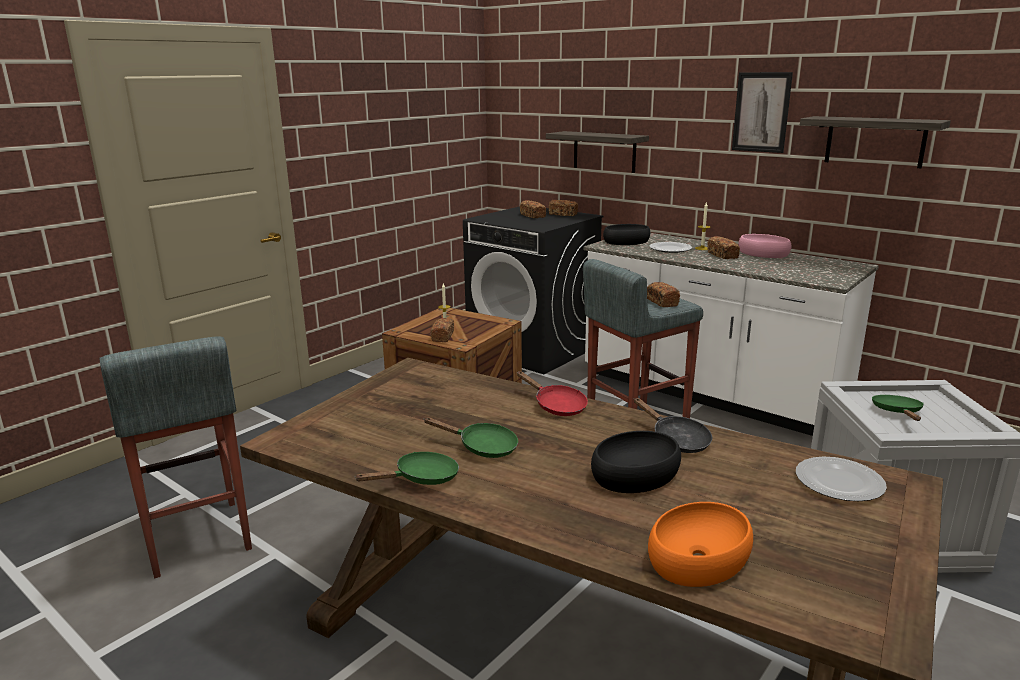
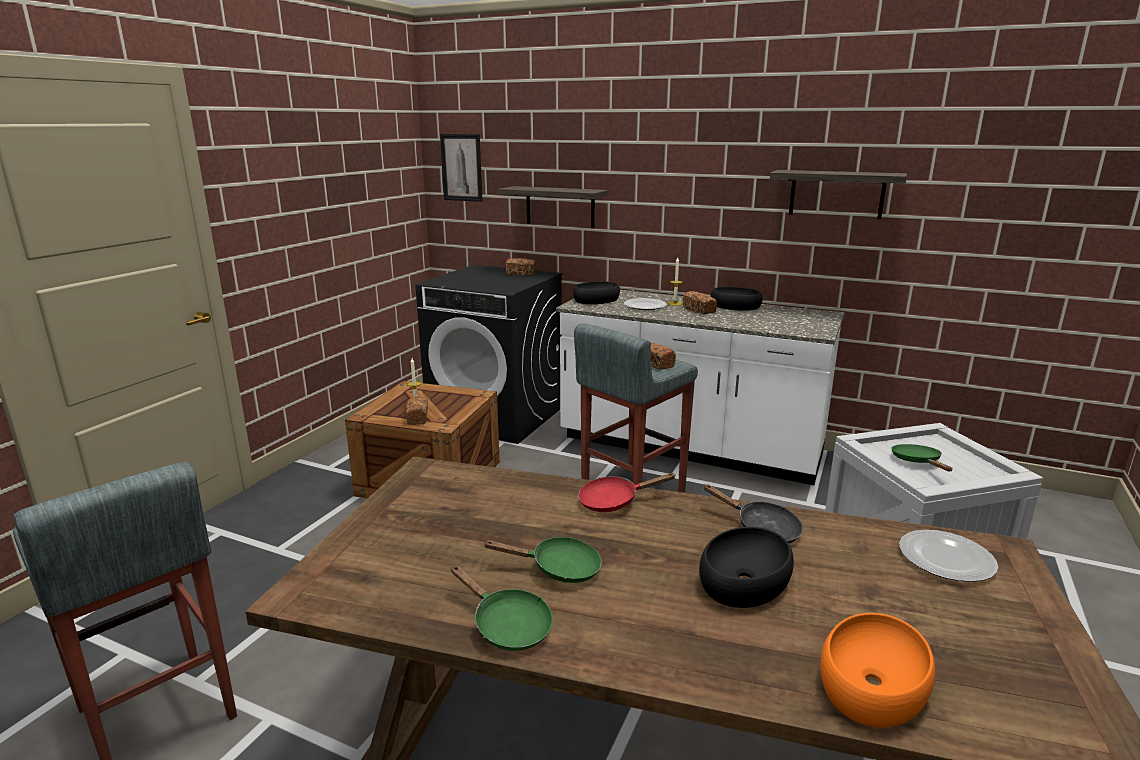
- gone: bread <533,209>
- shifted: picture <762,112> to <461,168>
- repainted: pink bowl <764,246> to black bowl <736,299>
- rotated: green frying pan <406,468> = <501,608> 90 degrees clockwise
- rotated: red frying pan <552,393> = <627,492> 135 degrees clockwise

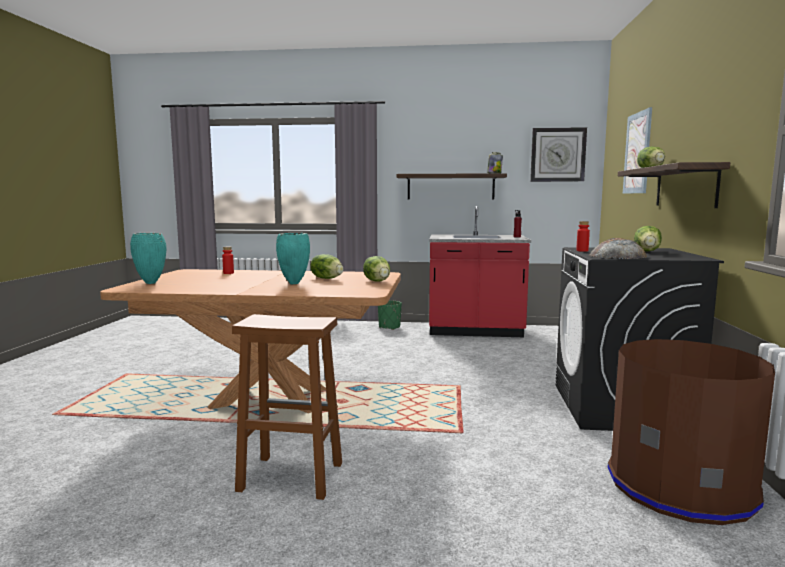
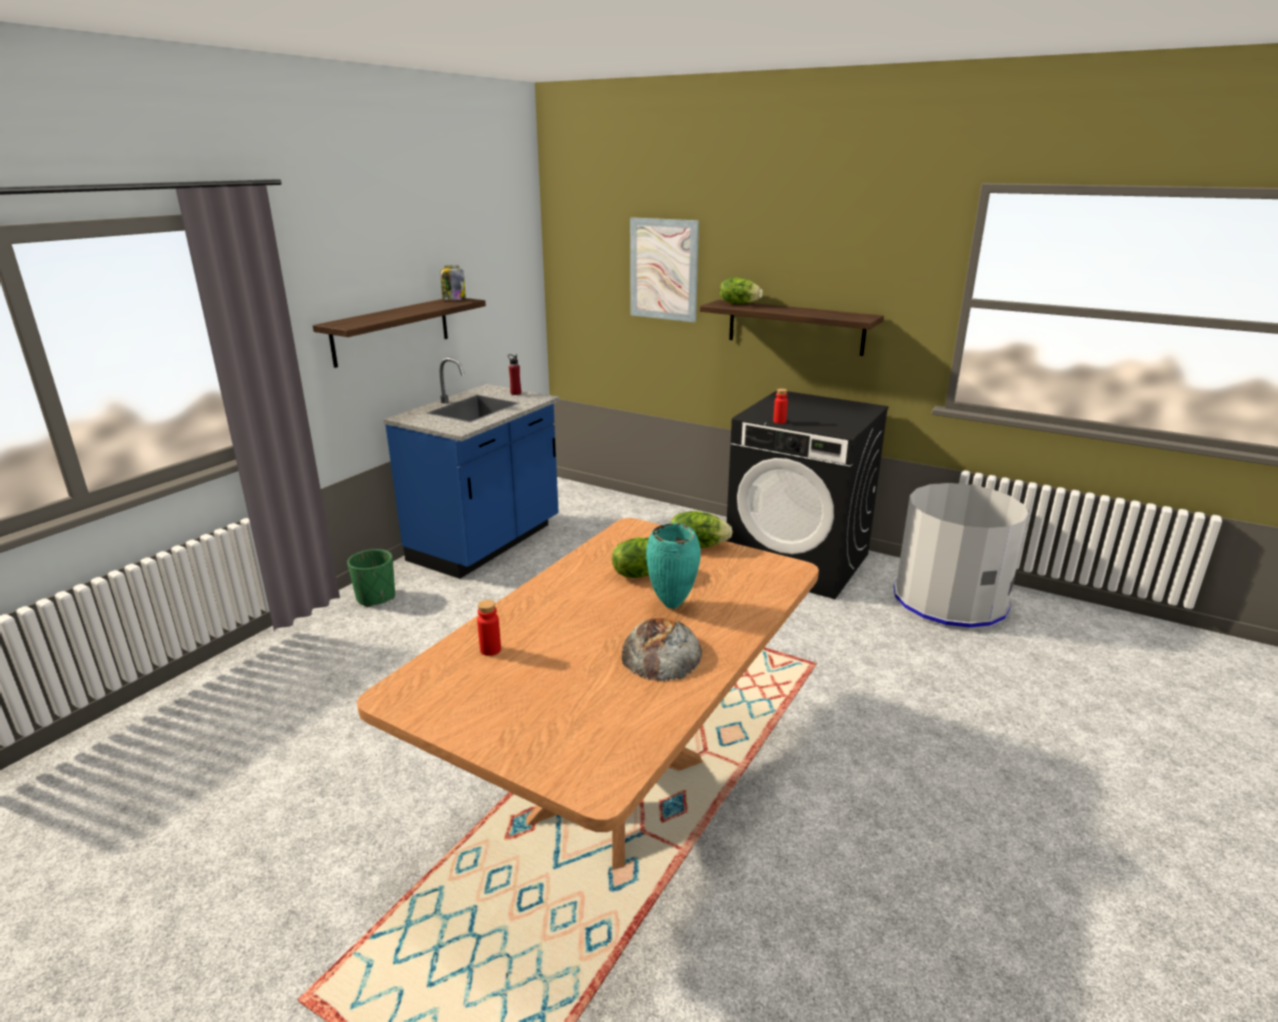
- gone: turquoise vase <148,258>
- gone: brown stool <287,407>
- gone: wall clock <558,154>
- gone: lettuce <648,239>
- shifted: bread <618,248> to <662,650>
- repainted: red counter <480,271> to blue counter <471,468>
- repainted: brown trash can <691,432> to grey trash can <961,556>

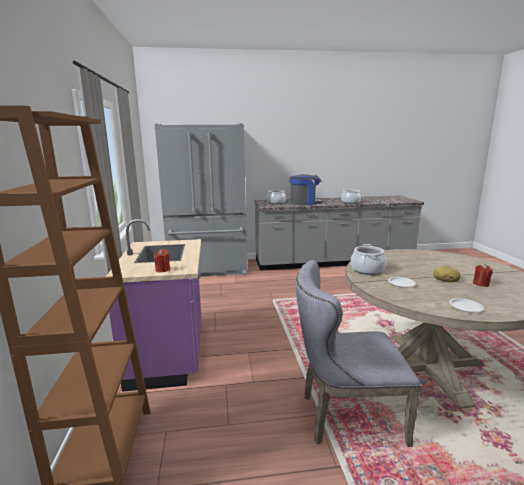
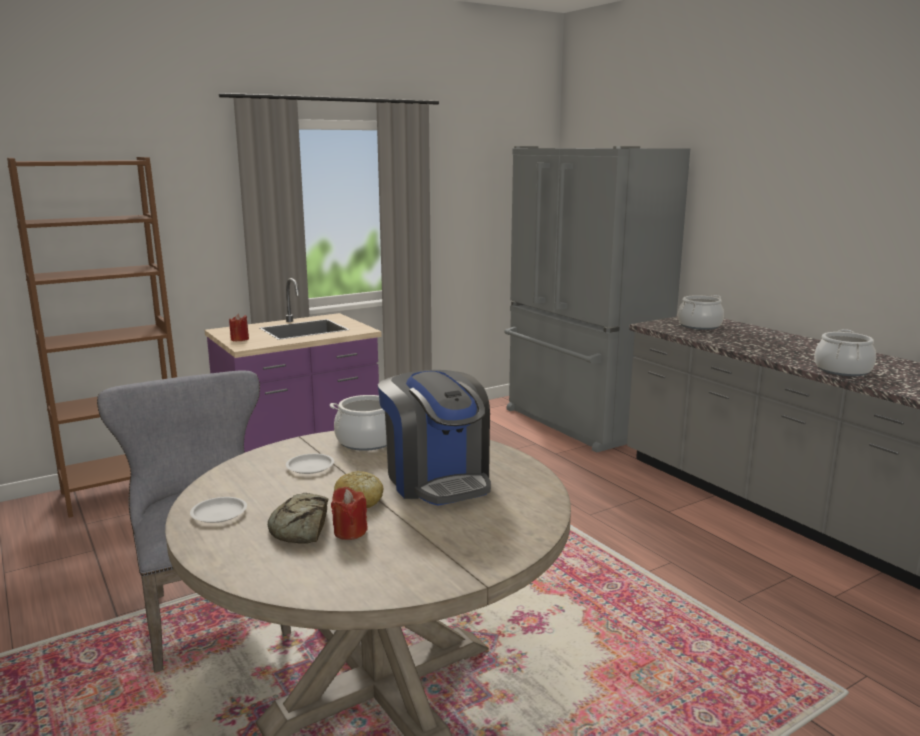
- new: bread <298,518>
- shifted: coffee machine <306,189> to <434,438>

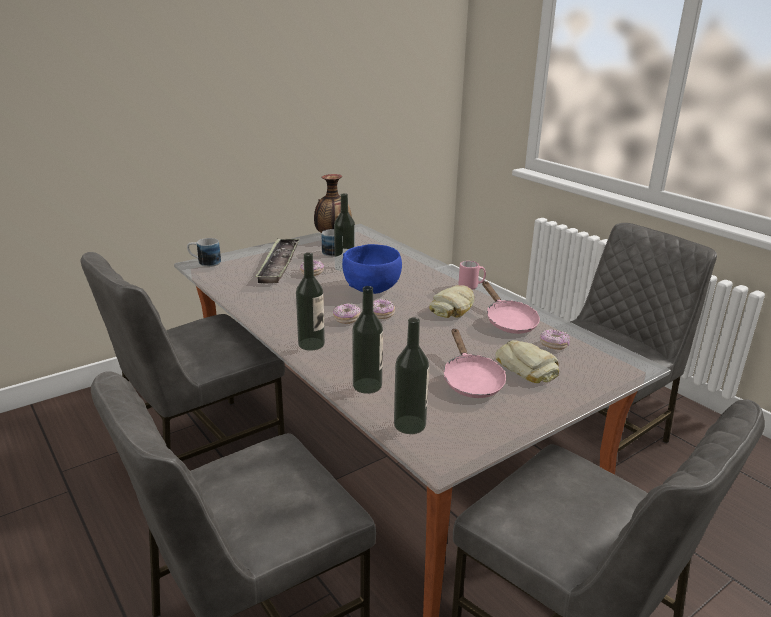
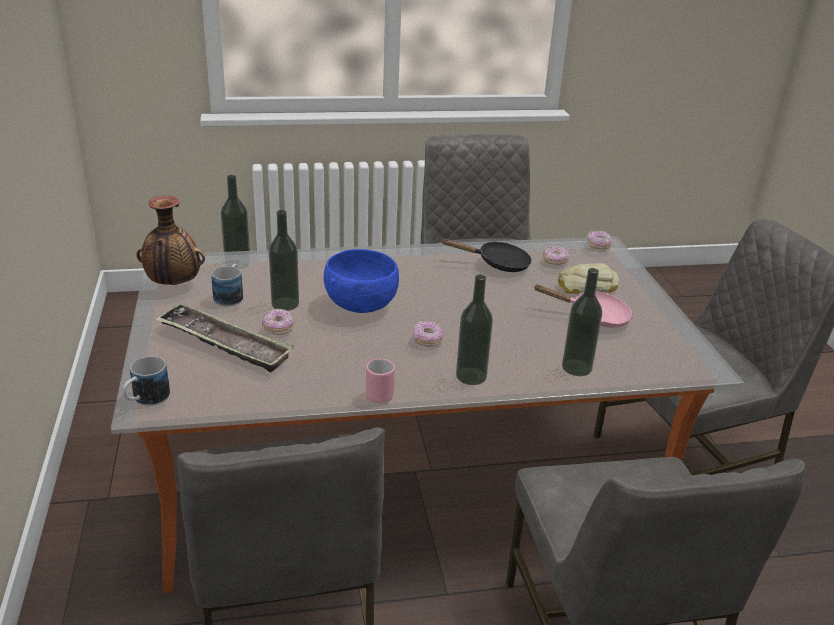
- gone: bread <451,301>
- shifted: donut <384,309> to <600,240>
- shifted: bottle <411,375> to <236,222>
- shifted: pink mug <472,275> to <380,381>
- repainted: pink frying pan <511,307> to black frying pan <486,255>

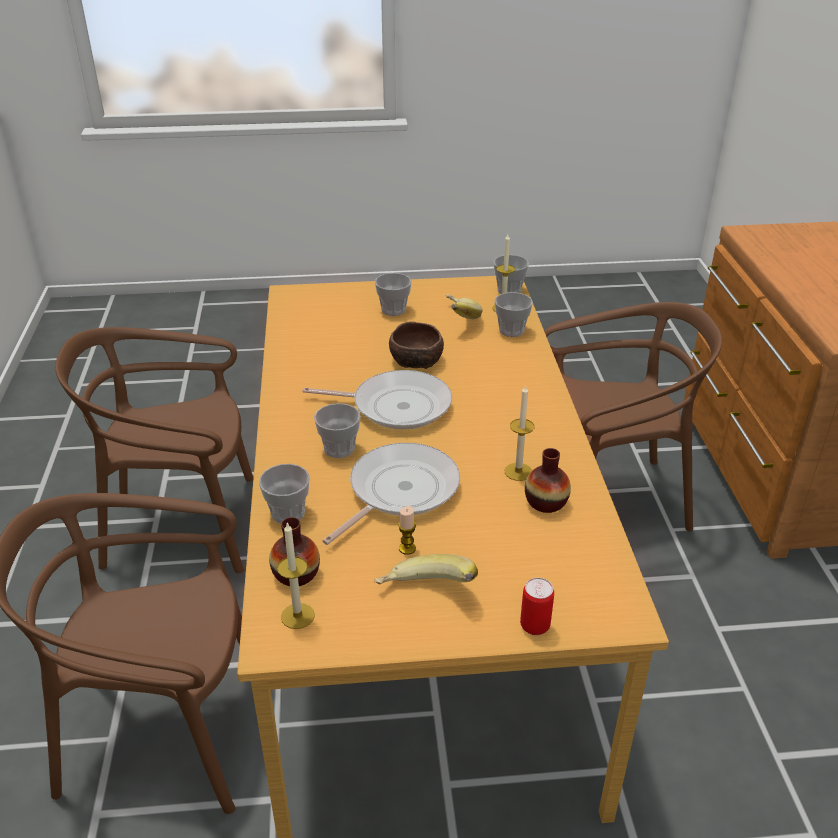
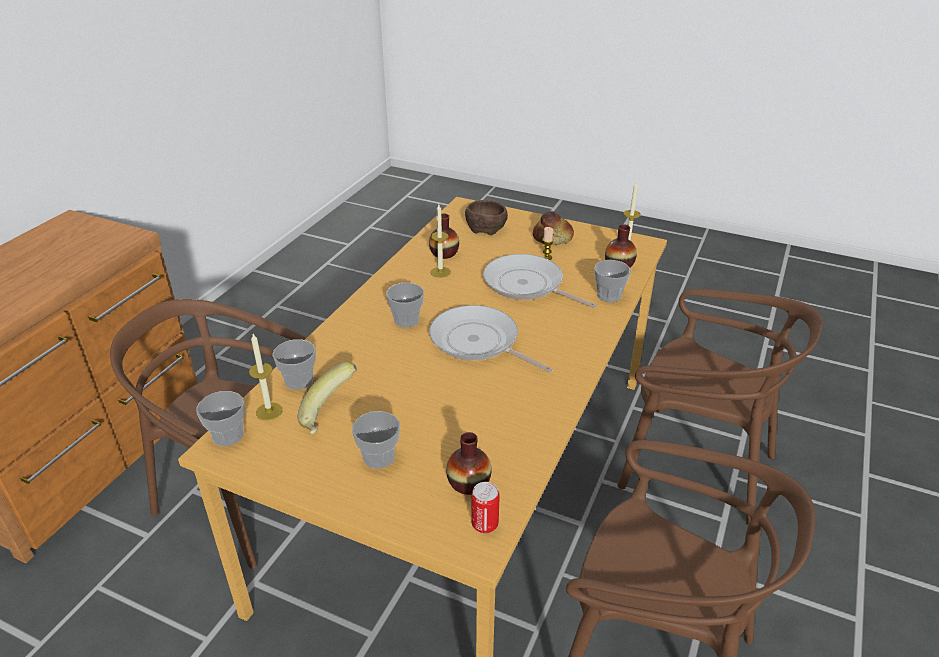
- new: vase <469,463>
- shifted: cup <337,430> to <405,305>
- shifted: brown bowl <416,345> to <486,217>
- shifted: can <537,606> to <485,507>
- swapped: banana <426,569> to bread <553,228>
- rotated: frying pan <391,494> = <540,281> 60 degrees clockwise

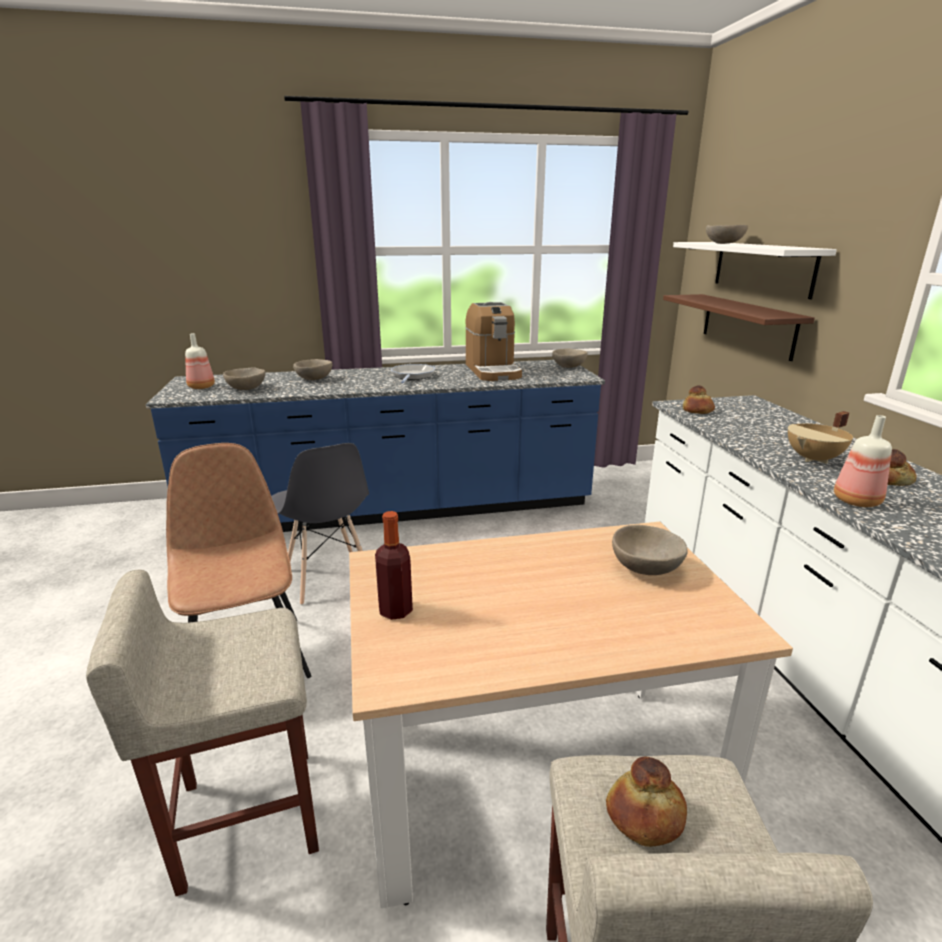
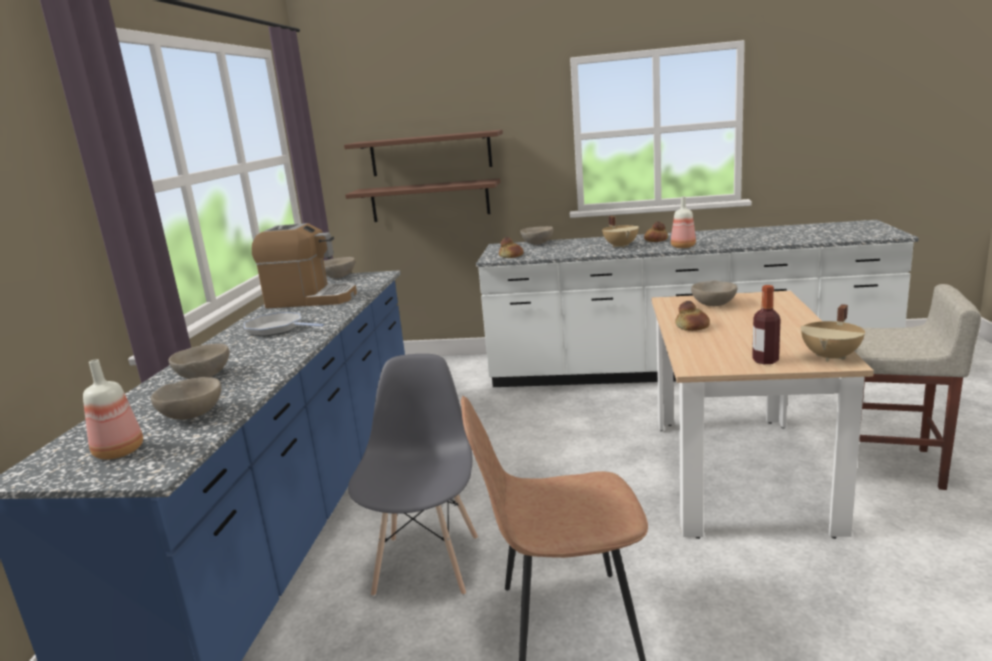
- gone: beige stool <202,733>
- new: beige cooking pot <832,333>
- shifted: bread <646,801> to <692,316>
- shifted: beige bowl <727,234> to <536,235>
- repainted: white shelf <755,270> to brown shelf <423,153>
- rotated: grey chair <320,524> = <413,475> 75 degrees counterclockwise

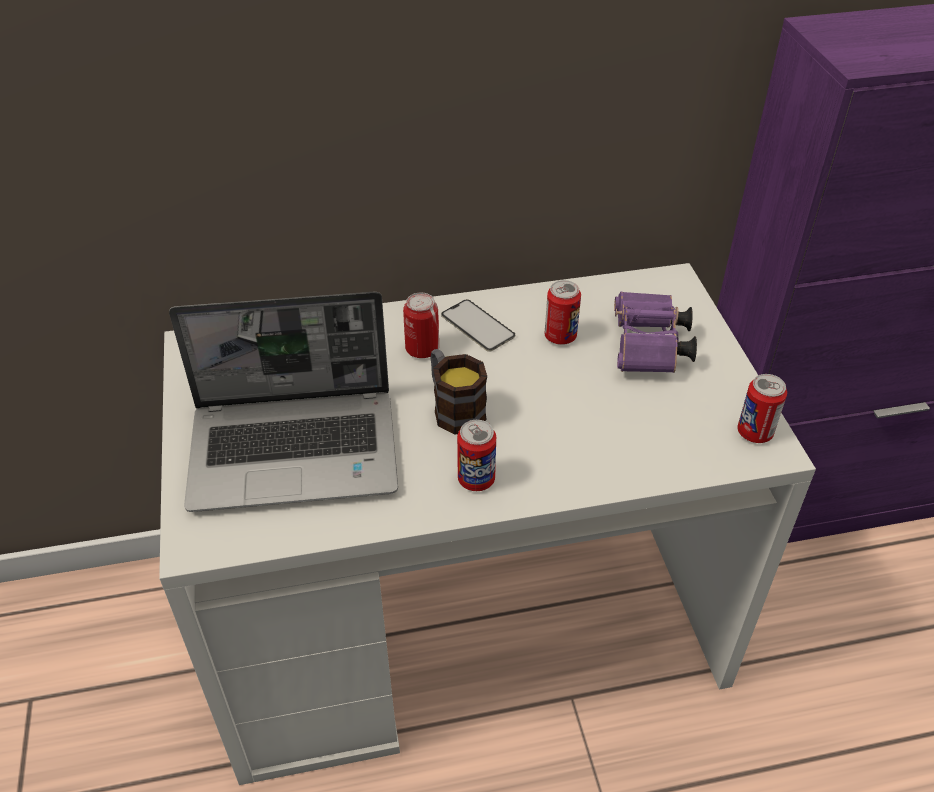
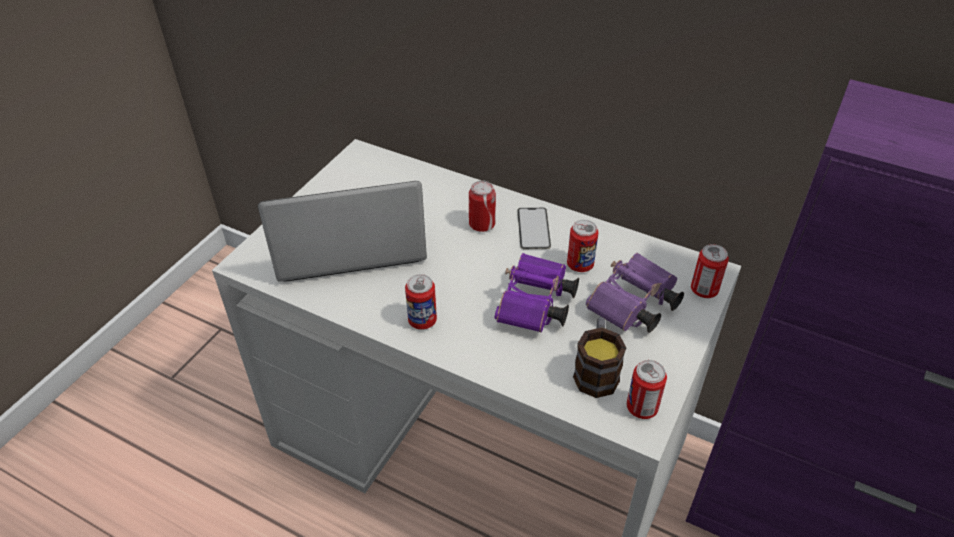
- new: purple binoculars <537,292>
- new: can <710,271>
- shifted: mug <458,392> to <599,357>
- rotated: laptop <283,402> = <342,231> 135 degrees clockwise

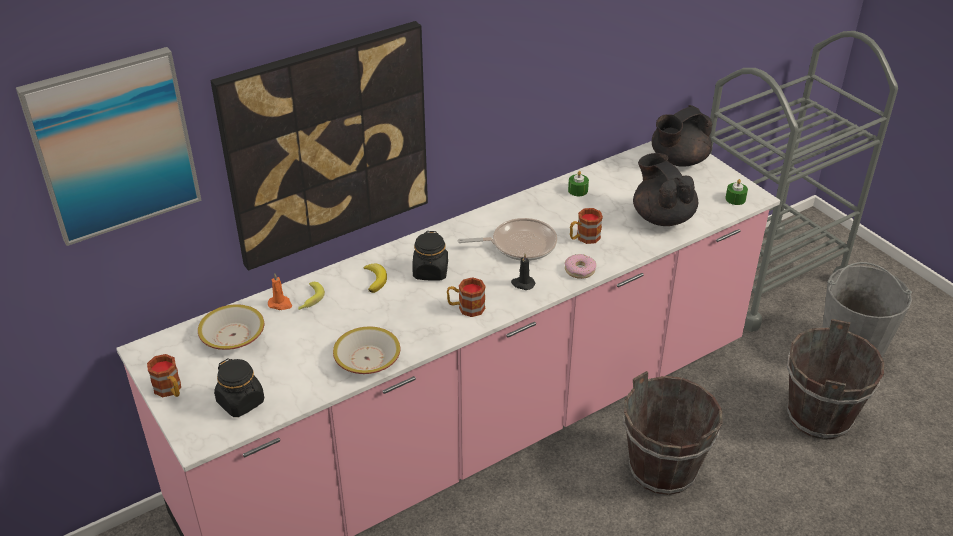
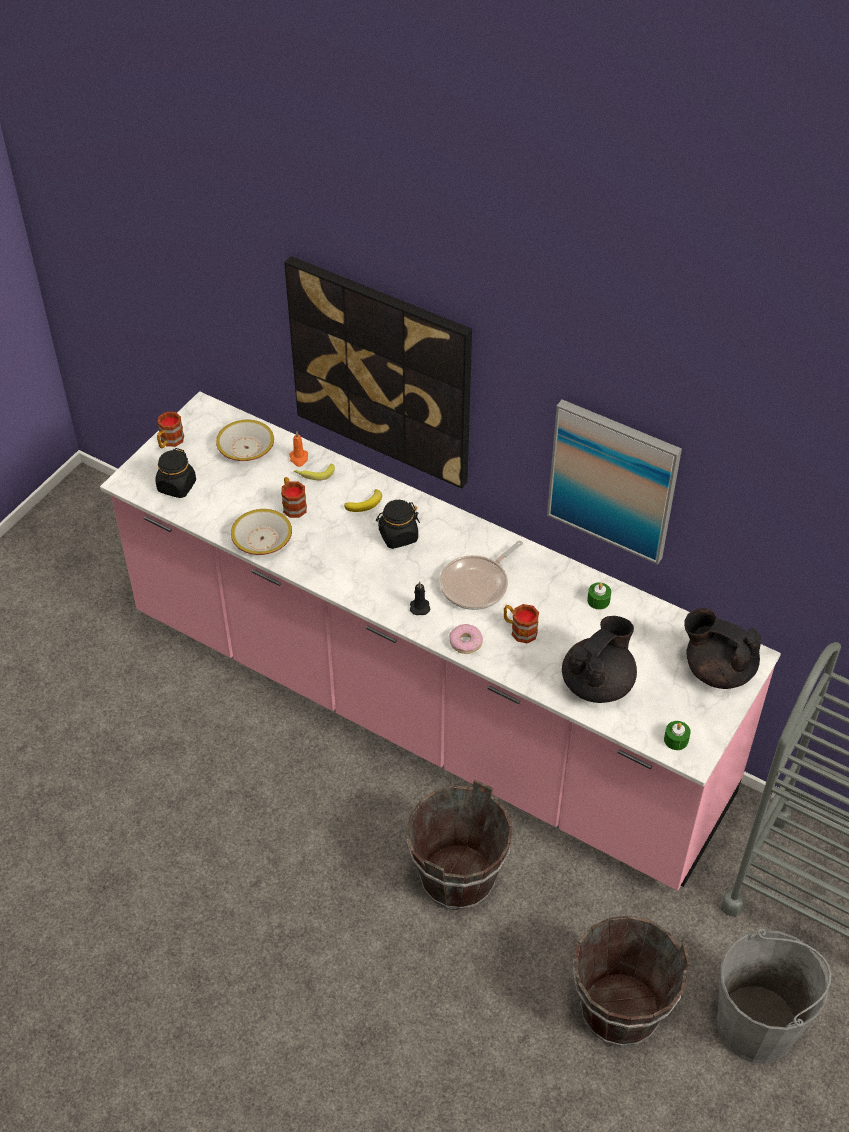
- shifted: picture <109,146> to <614,482>
- shifted: mug <466,297> to <294,497>
- rotated: frying pan <507,239> = <481,575> 75 degrees clockwise

